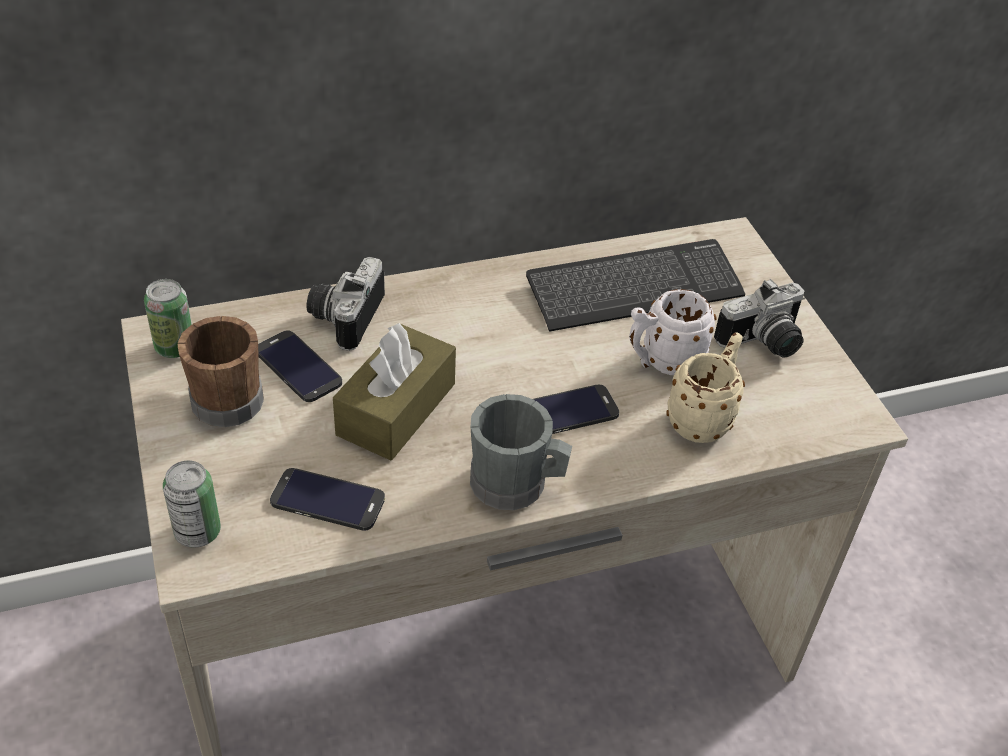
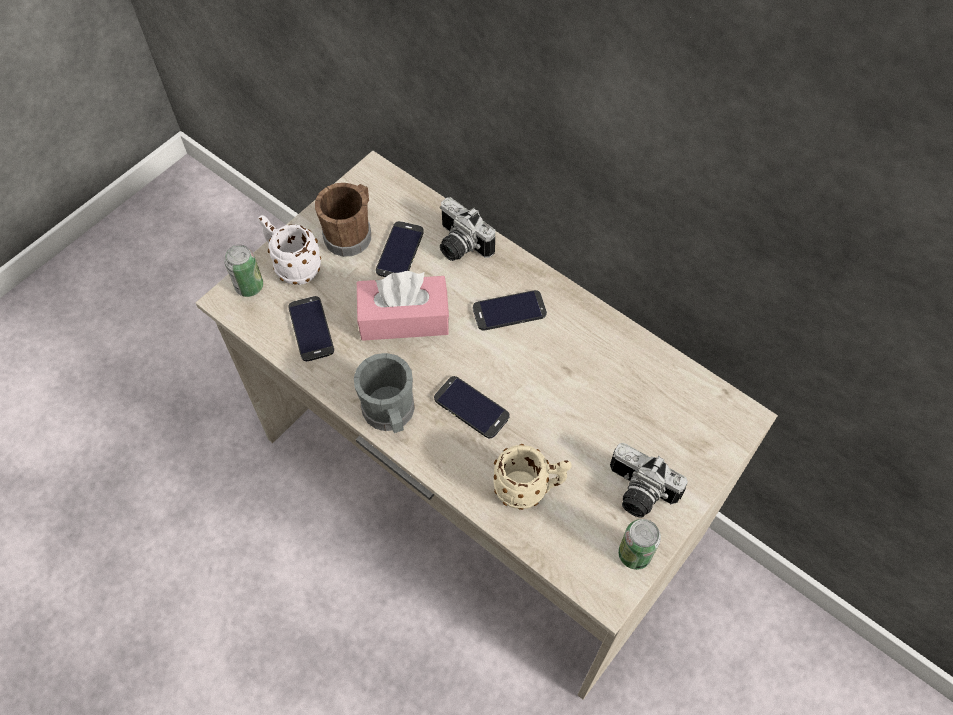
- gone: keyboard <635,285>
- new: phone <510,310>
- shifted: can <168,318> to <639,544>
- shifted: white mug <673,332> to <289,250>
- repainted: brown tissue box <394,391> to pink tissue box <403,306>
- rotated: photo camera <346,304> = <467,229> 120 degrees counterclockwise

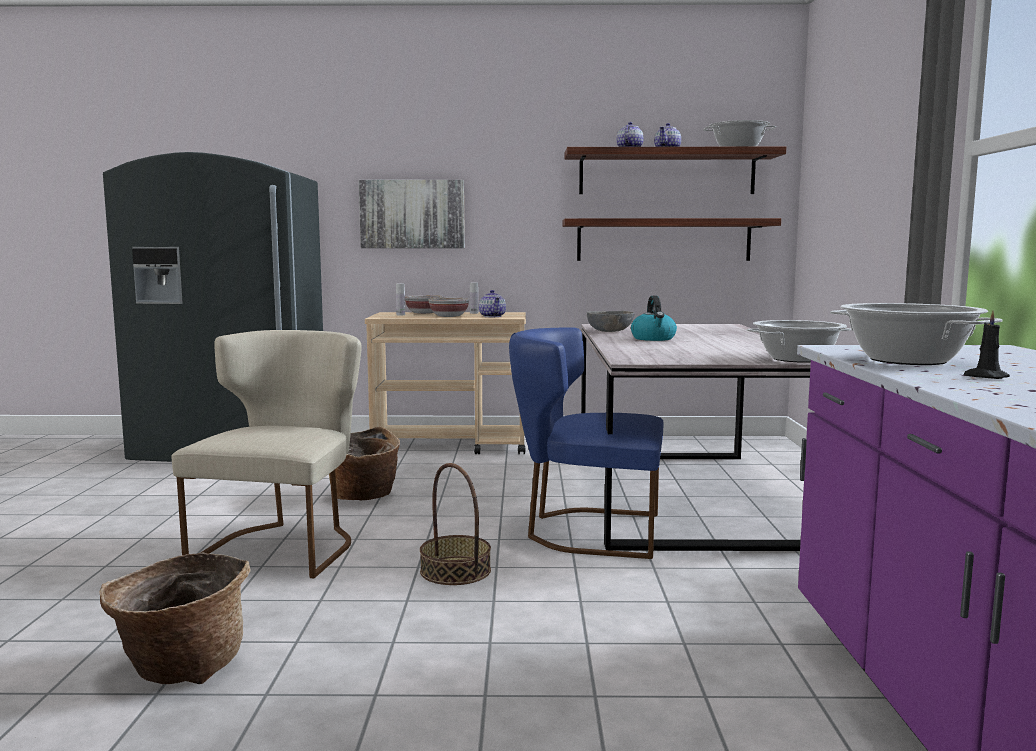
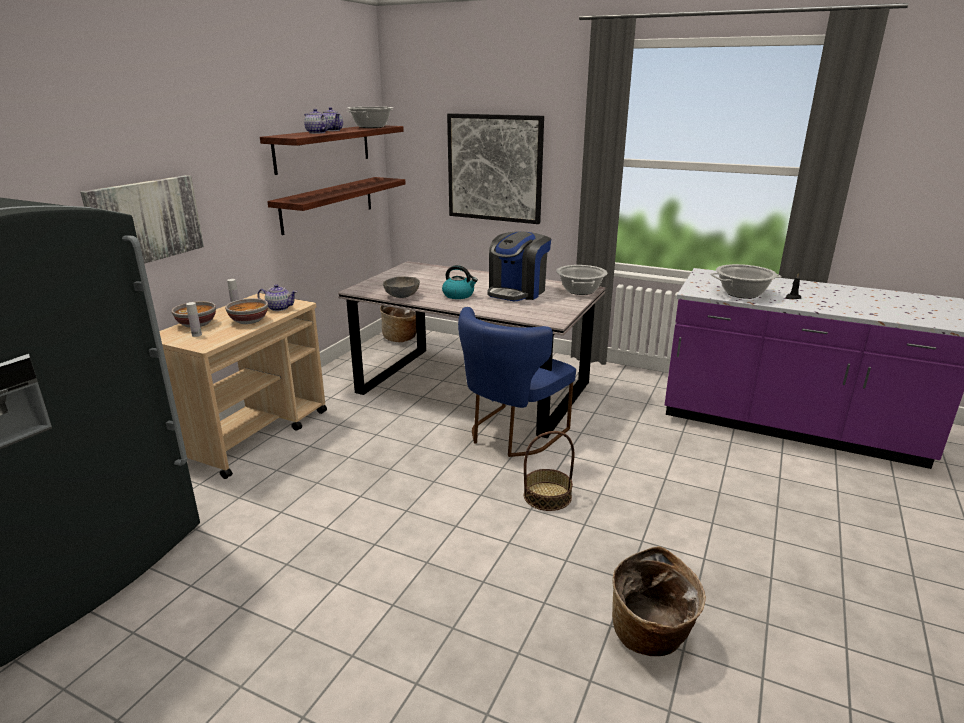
- gone: beige chair <267,454>
- new: picture <495,168>
- new: coffee machine <519,266>
- shifted: basket <364,463> to <398,323>

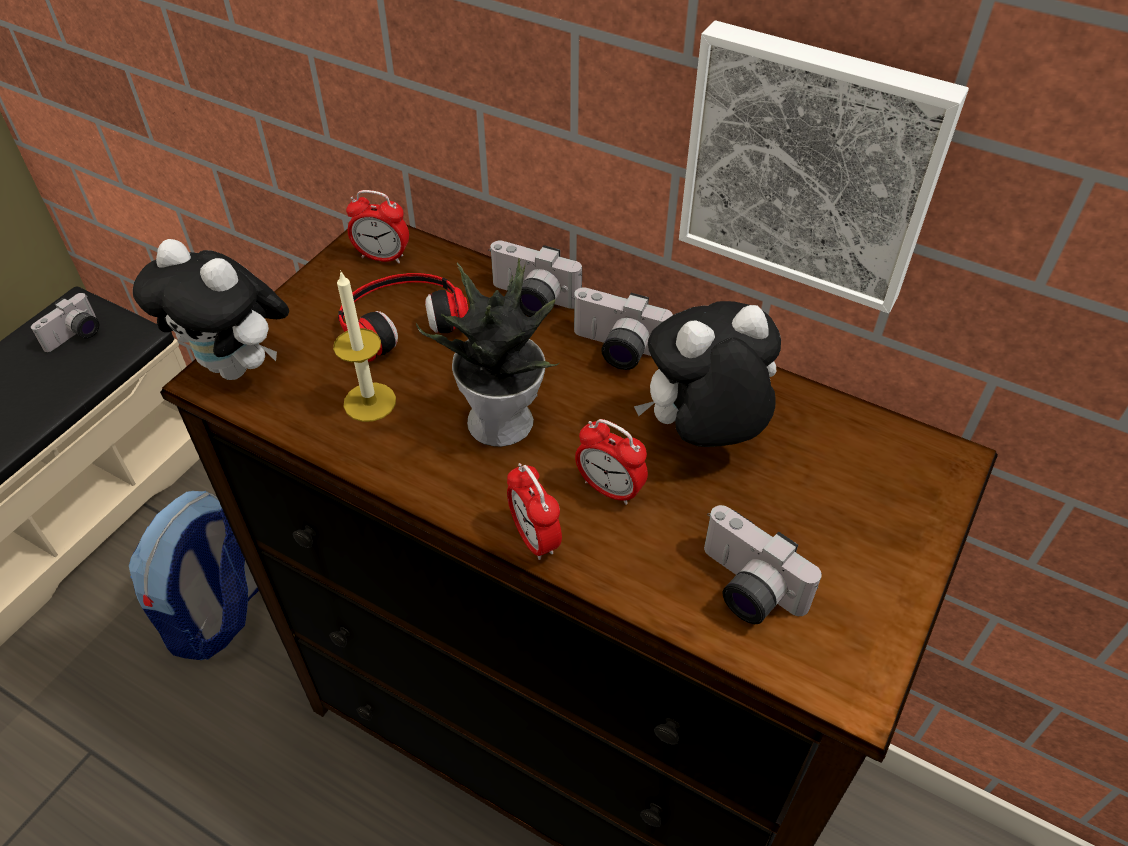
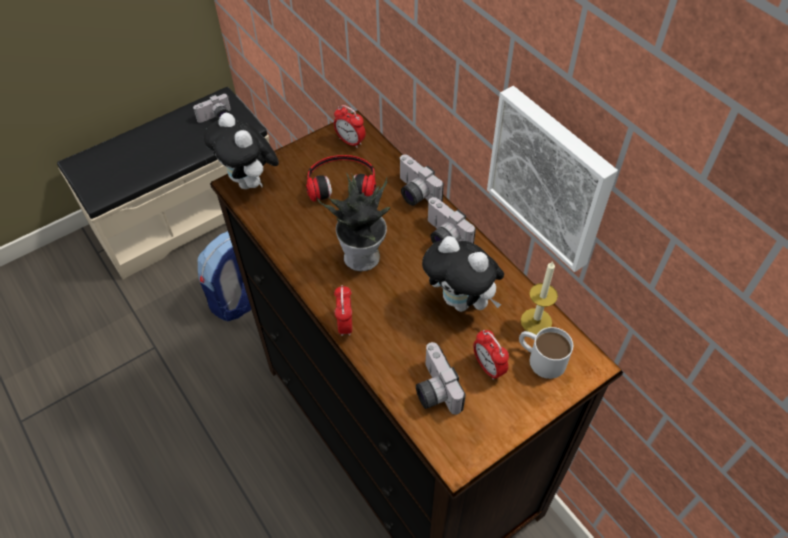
- new: white mug <546,353>
- shifted: candle <364,346> to <539,298>
- shifted: alarm clock <611,462> to <491,355>
- rotated: plush toy <707,374> = <463,274> 150 degrees counterclockwise

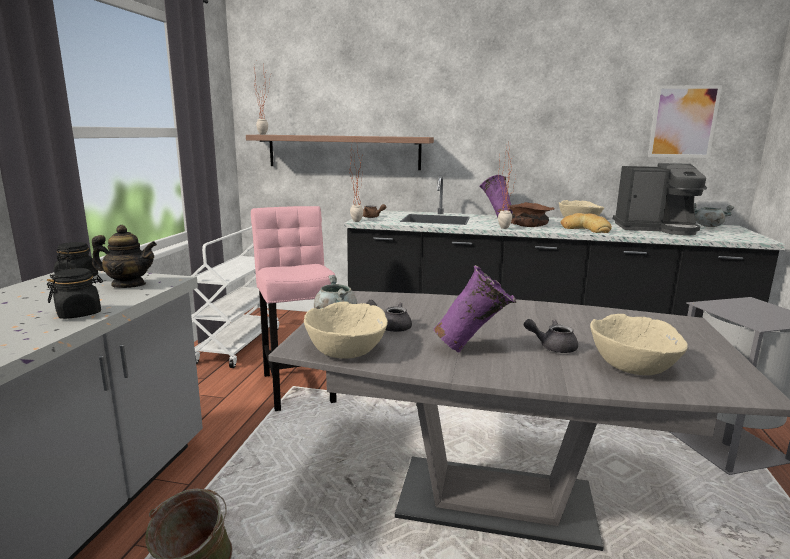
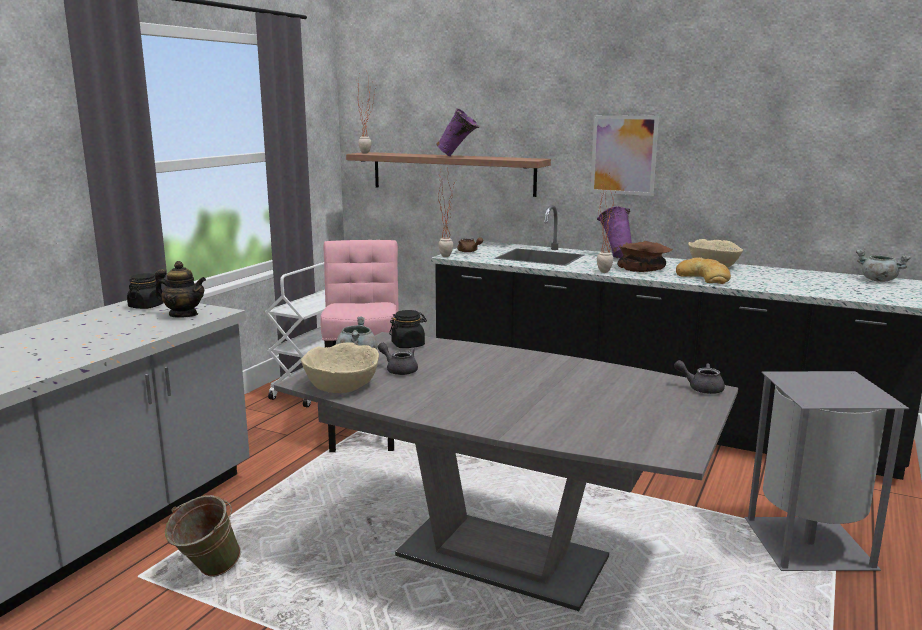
- gone: beige bowl <639,344>
- gone: coffee machine <660,199>
- shifted: black jar <75,293> to <408,329>
- shifted: purple vase <474,308> to <457,132>
- shifted: grey teapot <551,336> to <699,377>
- shifted: picture <685,121> to <624,155>

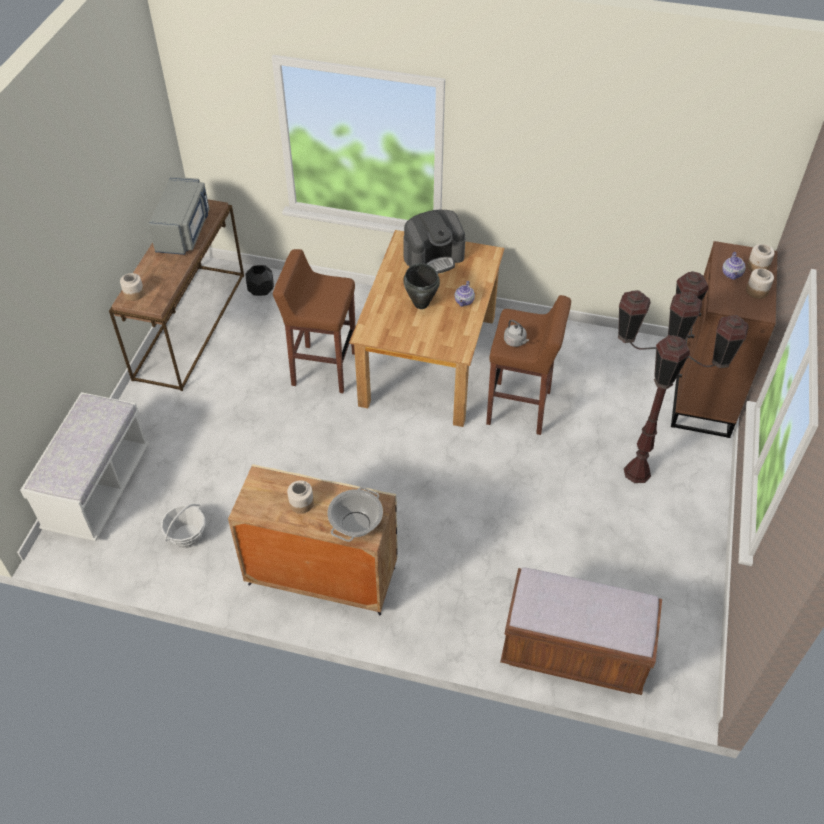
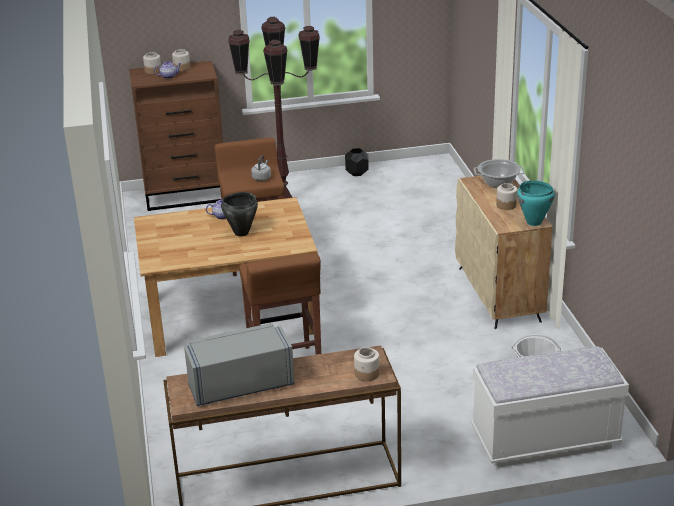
- gone: coffee machine <434,242>
- gone: brown bench <581,631>
- new: turquoise cooking pot <536,203>
- shifted: black planter <259,280> to <356,162>

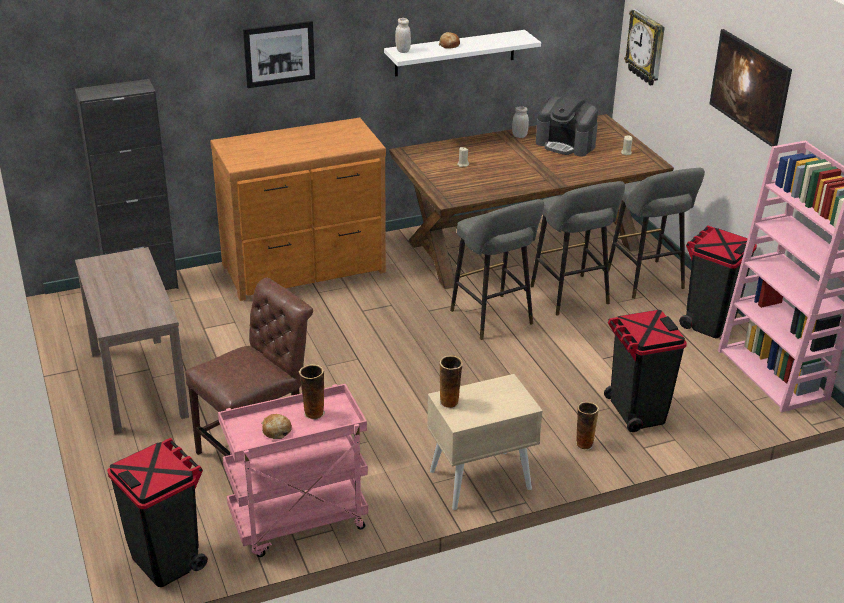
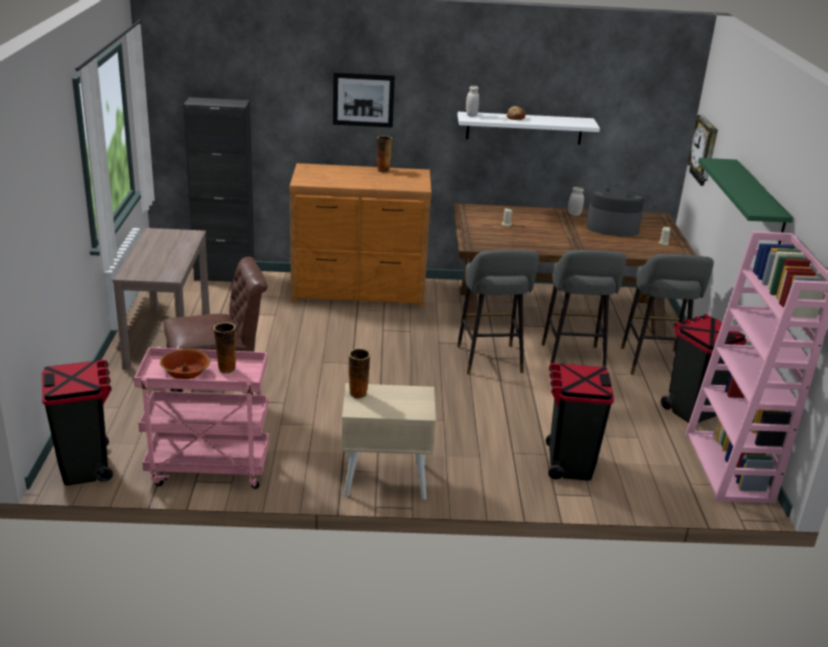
- shifted: vase <587,426> to <384,154>
- swapped: bread <277,426> to bowl <185,364>
- swapped: picture <750,88> to green shelf <745,201>
- rotated: coffee machine <567,126> = <615,210> 135 degrees clockwise

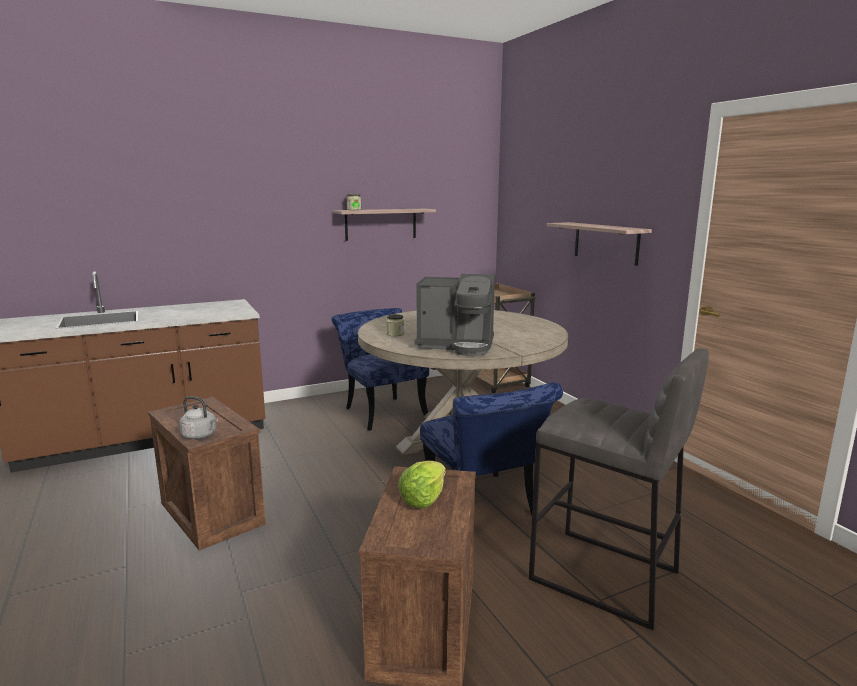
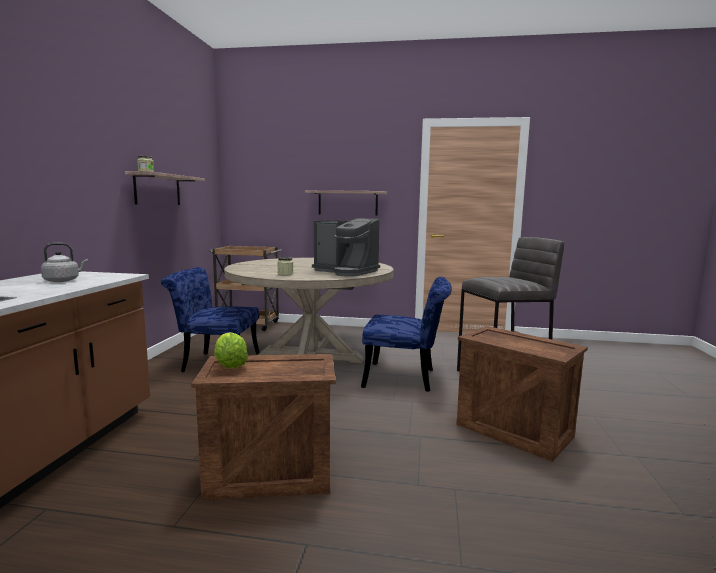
- shifted: grey kettle <198,417> to <64,262>
- shifted: lettuce <422,484> to <231,350>
- rotated: coffee machine <455,315> = <346,247> 75 degrees clockwise

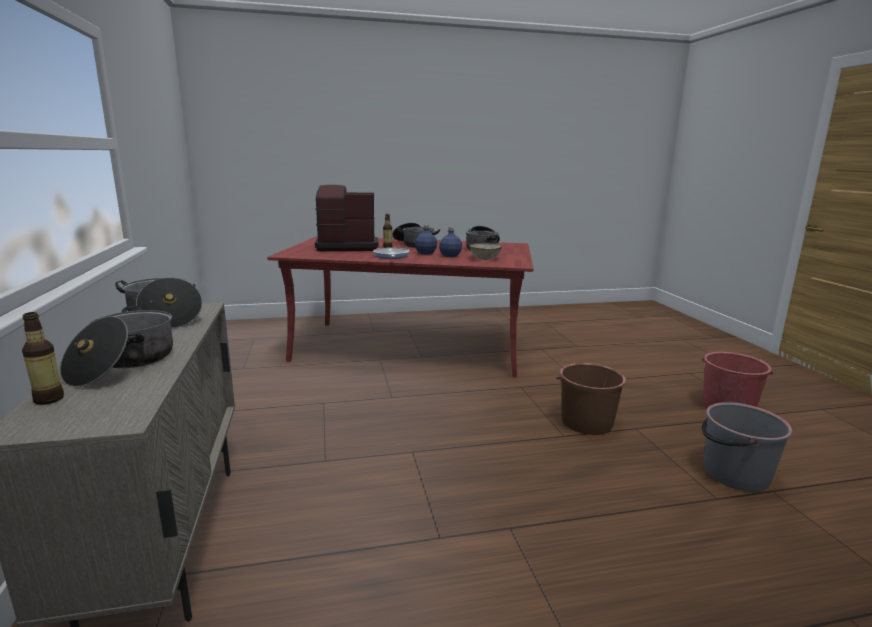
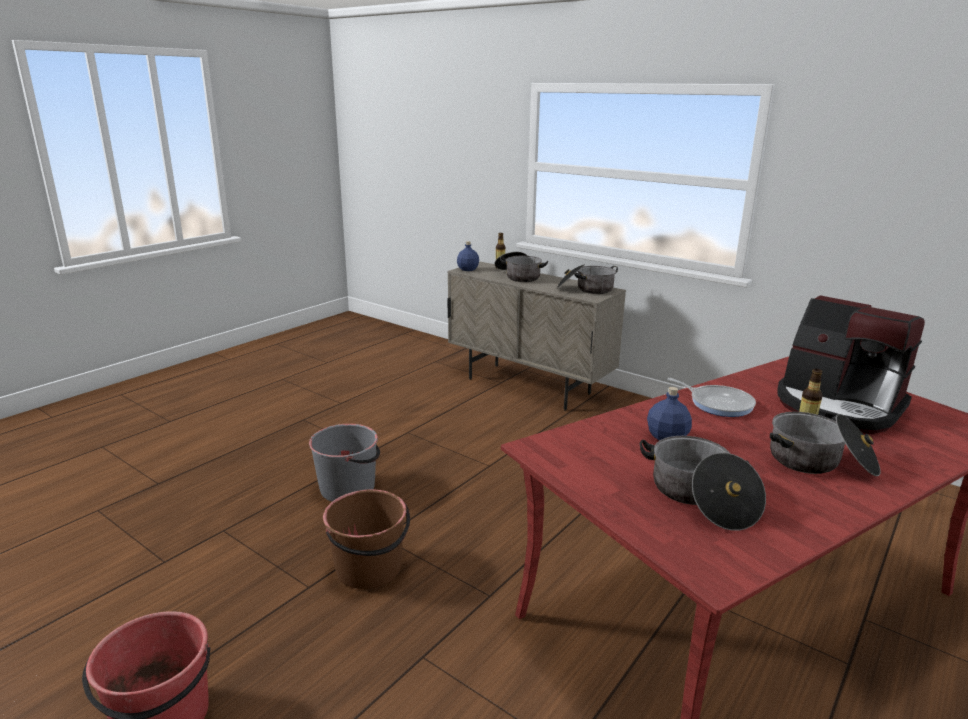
- gone: bowl <485,251>
- shifted: blue bottle <426,239> to <468,256>
- shifted: grey bucket <746,447> to <344,463>
- rotated: coffee machine <347,218> = <851,364> 90 degrees clockwise

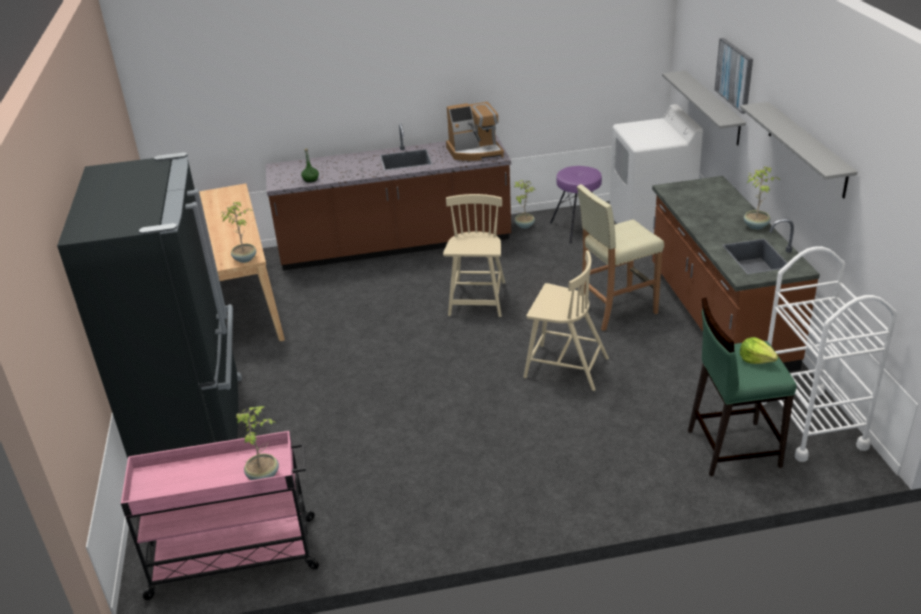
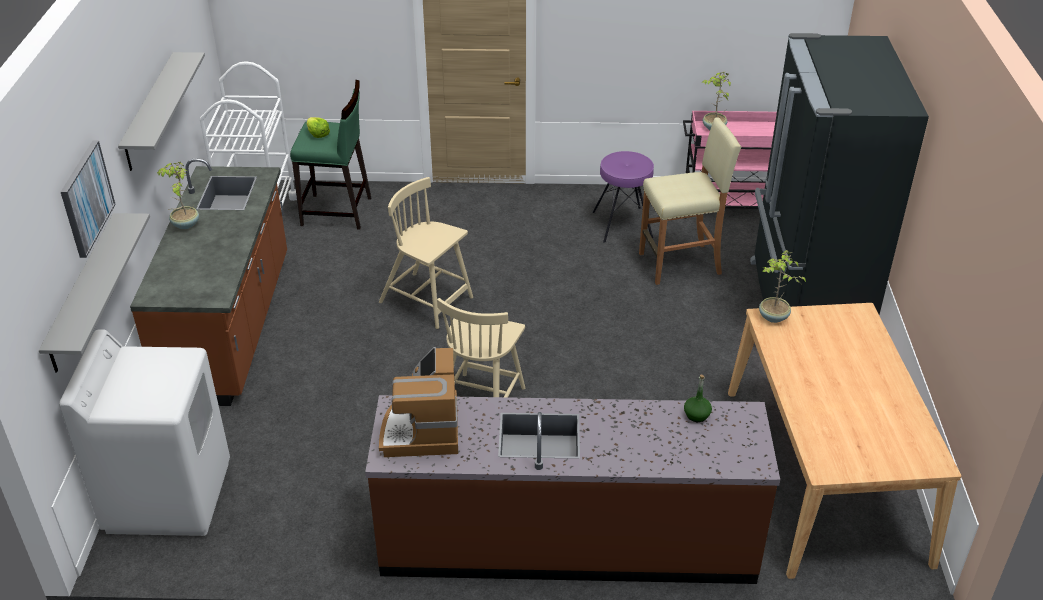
- gone: potted plant <524,204>
- shifted: purple stool <576,204> to <623,197>
- shifted: beige stool <620,257> to <690,201>
- rotated: coffee machine <475,131> = <418,402> 90 degrees counterclockwise

